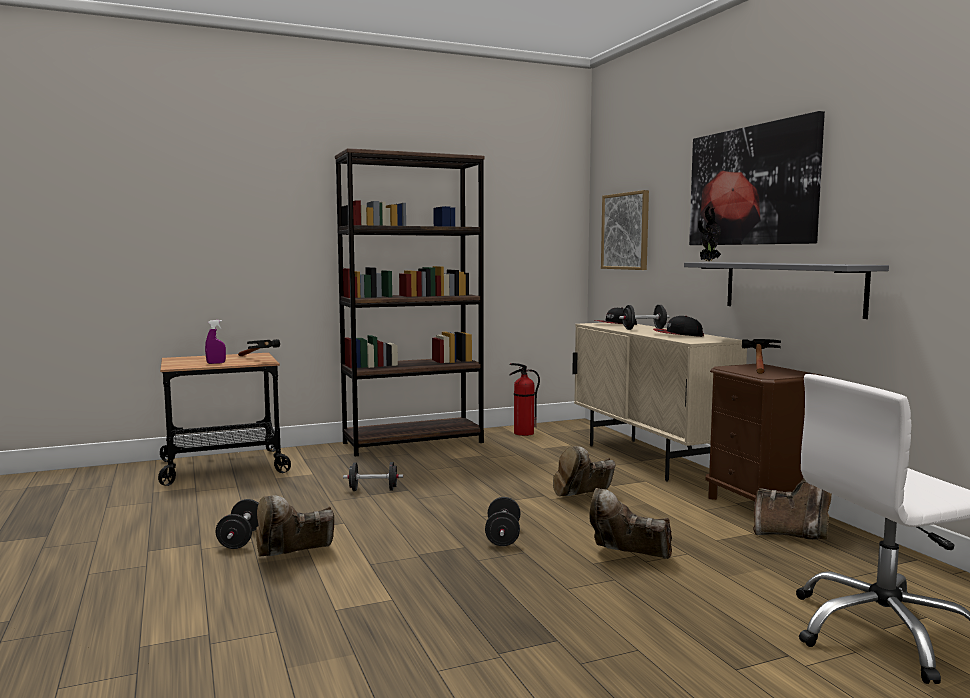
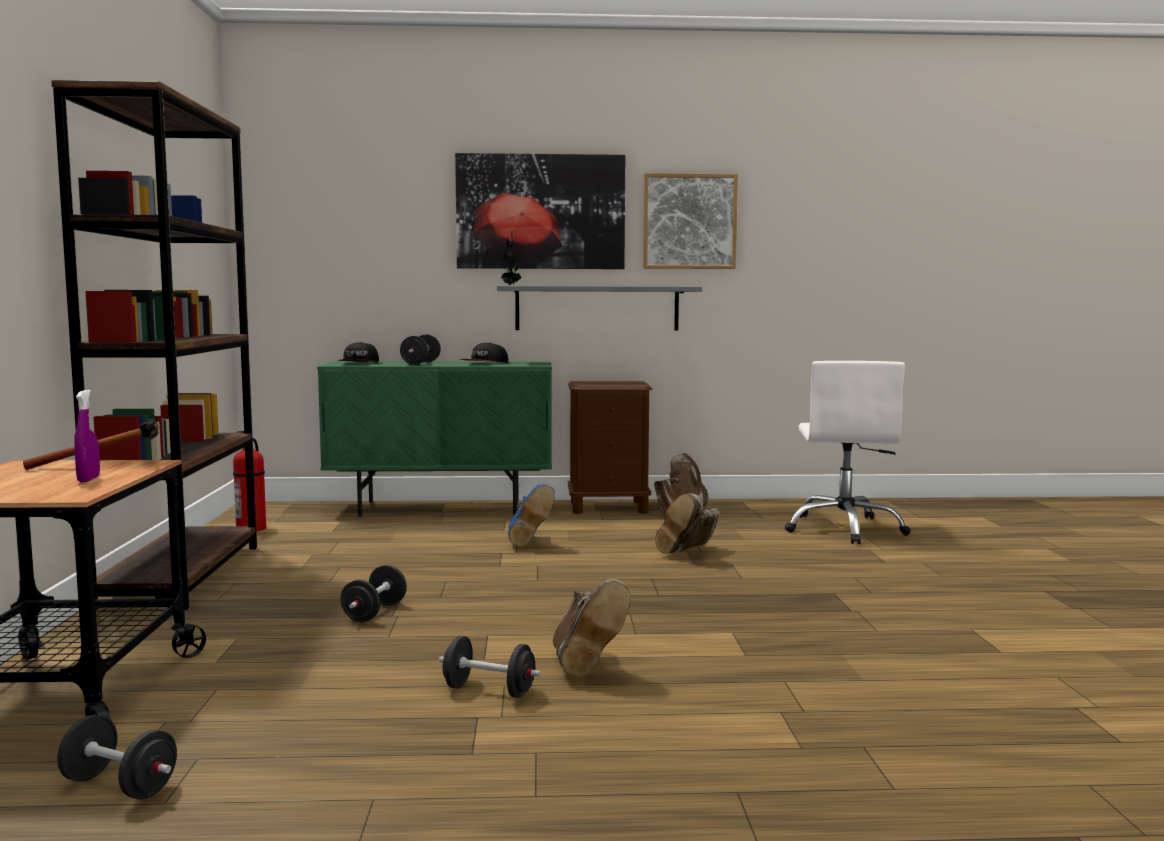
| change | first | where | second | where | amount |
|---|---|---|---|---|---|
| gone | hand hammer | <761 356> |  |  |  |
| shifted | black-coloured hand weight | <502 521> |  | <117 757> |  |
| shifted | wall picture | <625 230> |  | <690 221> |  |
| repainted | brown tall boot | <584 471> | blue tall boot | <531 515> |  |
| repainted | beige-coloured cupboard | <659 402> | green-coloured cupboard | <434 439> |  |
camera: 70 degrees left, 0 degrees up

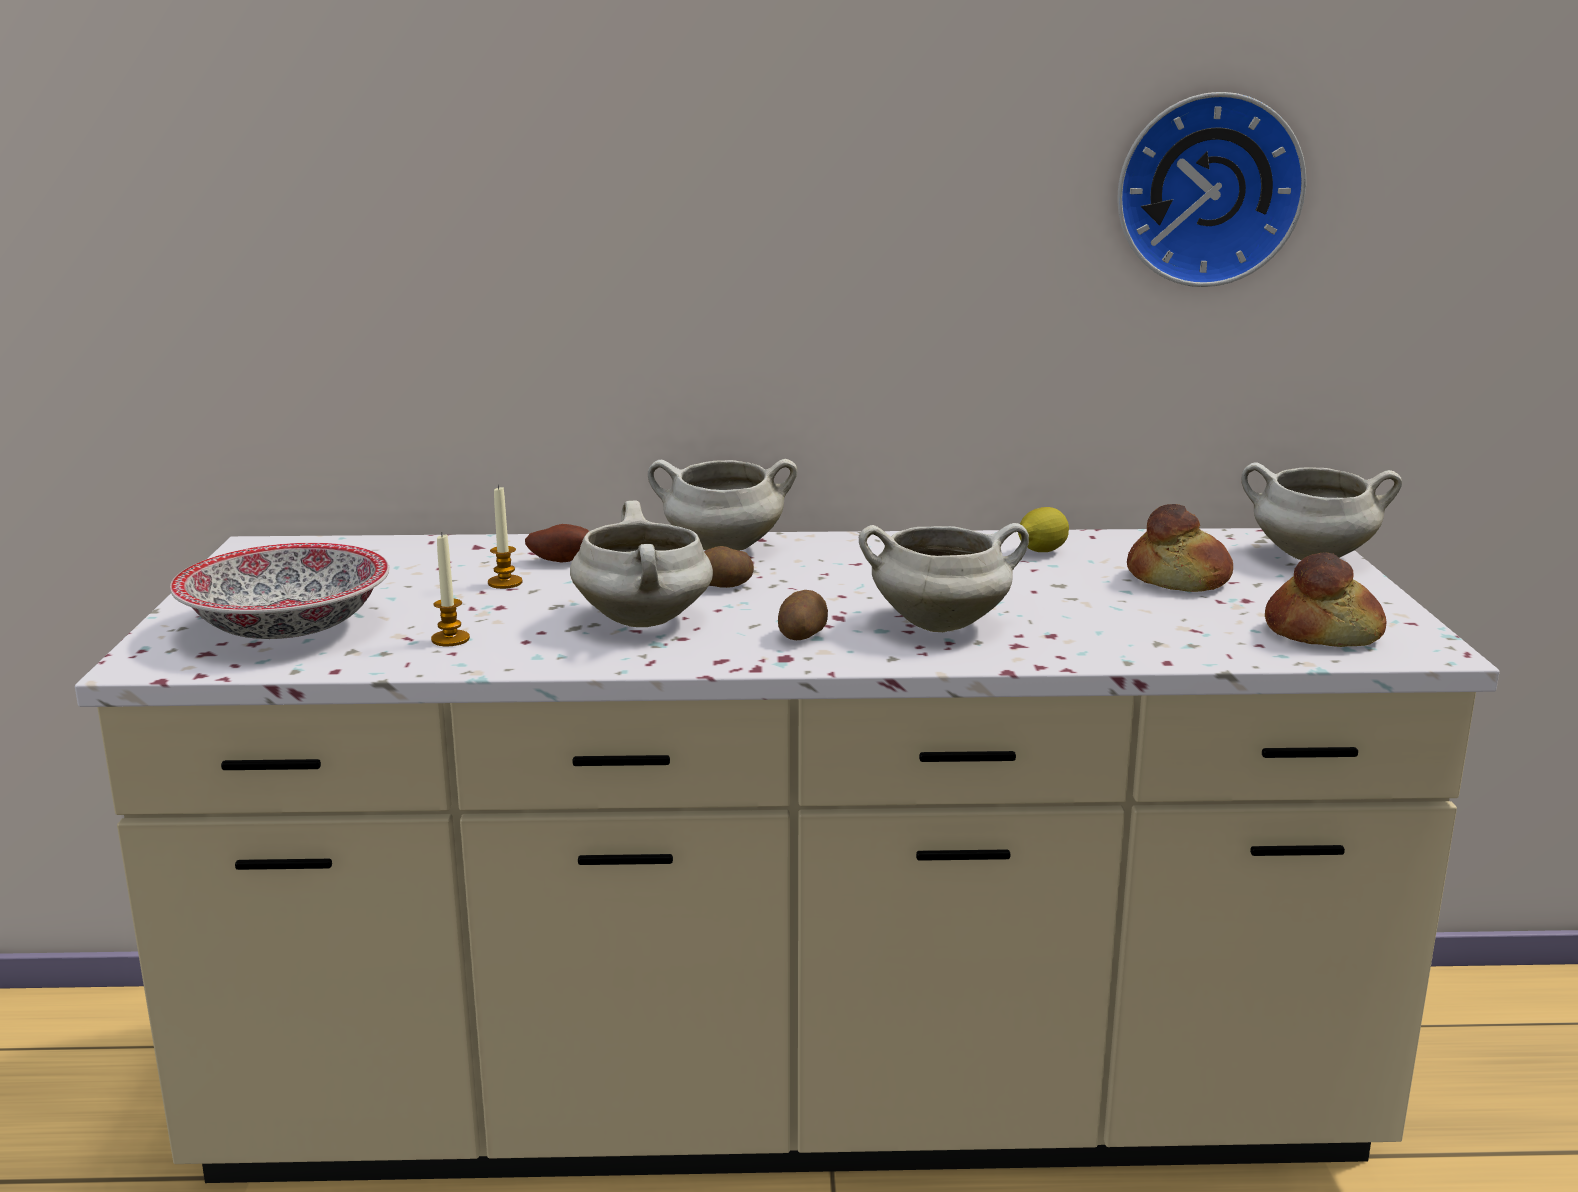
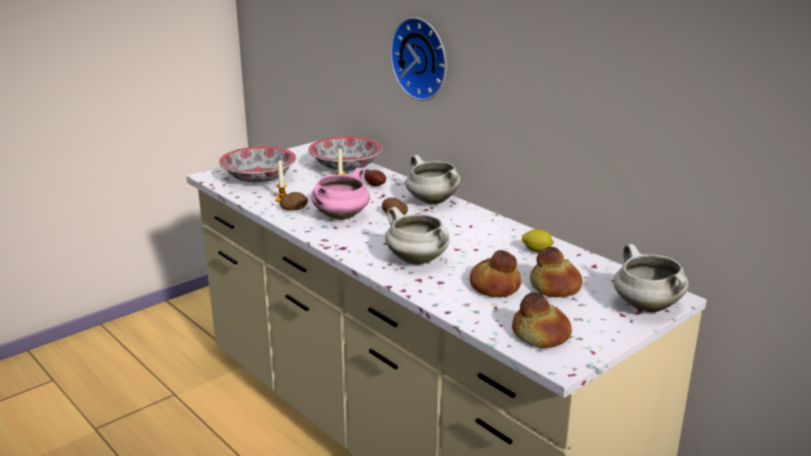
| change | first | where | second | where | amount |
|---|---|---|---|---|---|
| new |  |  | bowl | <345 153> |  |
| new |  |  | bread | <495 273> |  |
| shifted | whole potato | <803 615> |  | <294 201> |  |
| shifted | hanging clock | <1211 189> |  | <418 59> |  |
| repainted | white-coloured stockpot | <641 563> | pink-coloured stockpot | <340 194> |  |
camera: 50 degrees right, 5 degrees up

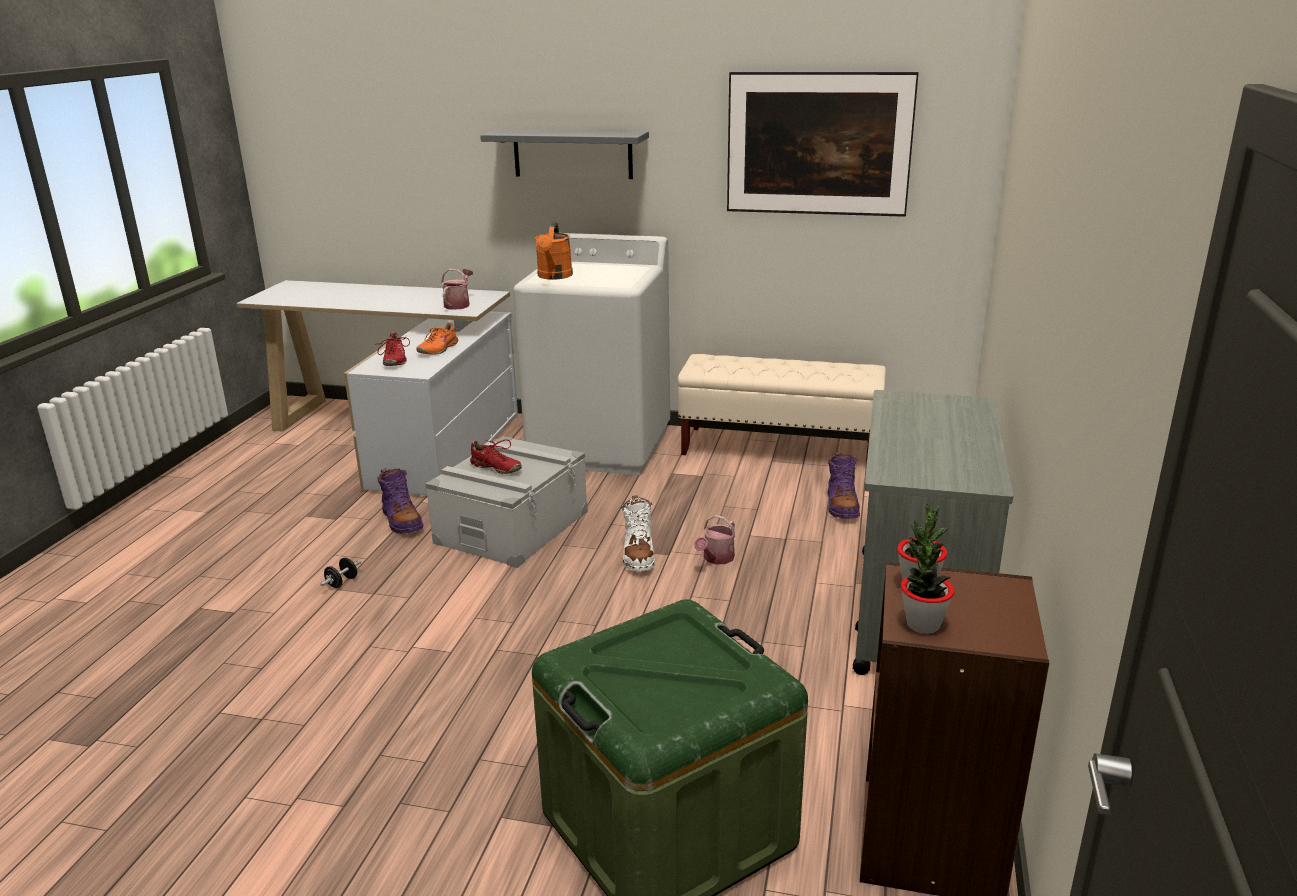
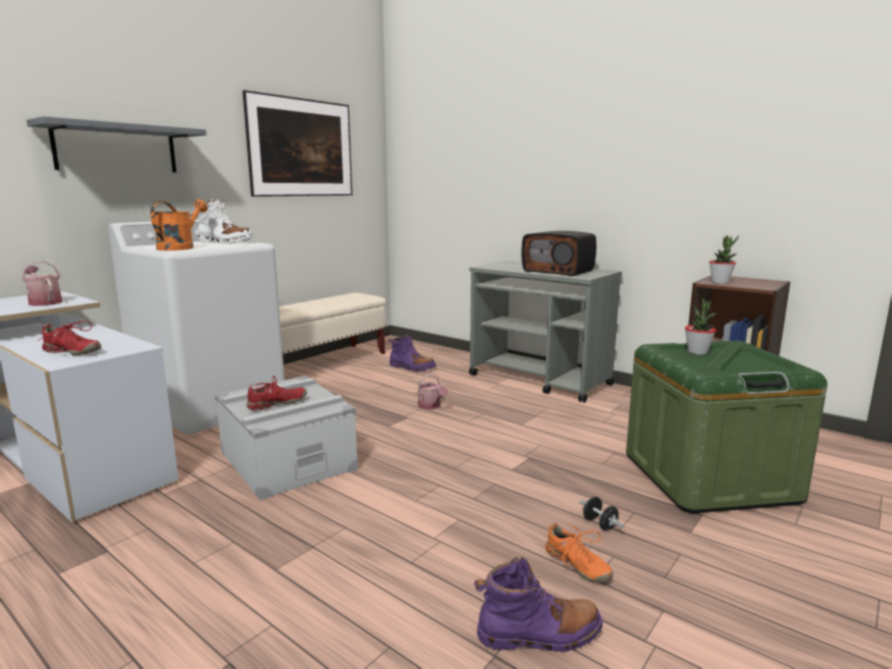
| change | first | where | second | where | amount |
|---|---|---|---|---|---|
| new |  |  | radio | <559 253> |  |
| shifted | black-coloured hand weight | <340 572> |  | <602 514> |  |
| shifted | purplish tall boot | <400 501> |  | <538 604> |  |
| shifted | orange-coloured low shoe | <437 338> |  | <579 552> |  |
| shifted | white-coloured tall boot | <638 533> |  | <224 221> |  |
| shifted | plant in a pot | <928 586> |  | <700 327> |  |
| rotated | orange-coloured sprinkling can | <554 251> |  | <179 225> | 105 degrees counterclockwise |
camera: 65 degrees left, 10 degrees down

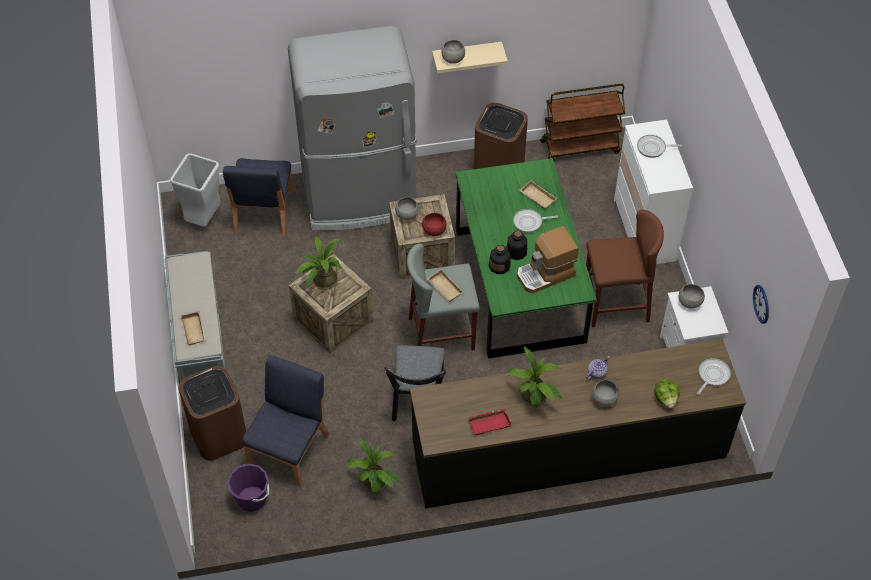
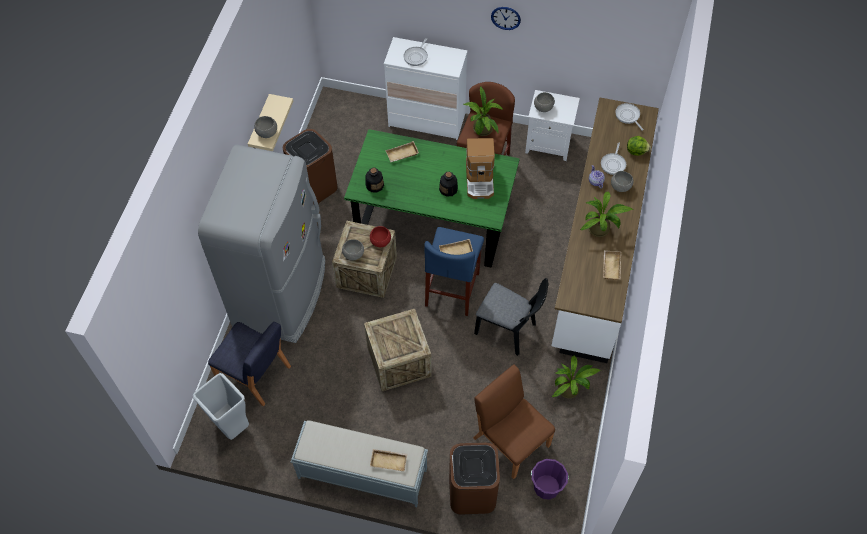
| change | first | where | second | where | amount |
|---|---|---|---|---|---|
| gone | brown trolley | <583 122> |  |  |  |
| shifted | plant in a pot | <318 263> |  | <483 111> |  |
| shifted | beverage bottle | <500 259> |  | <374 180> |  |
| shifted | pan | <535 221> |  | <613 159> |  |
| shifted | hanging clock | <761 304> |  | <506 18> |  |
| repainted | blue plain chair | <285 421> | brown plain chair | <514 421> |  |
| repainted | greyish sitting stool | <443 297> | blue sitting stool | <454 271> |  |
| repainted | black-coloured kitchen counter | <578 424> | white-coloured kitchen counter | <605 230> |  |
| repainted | reddish tray | <490 421> | beige-coloured tray | <612 265> |  |
camera: 65 degrees left, 5 degrees up

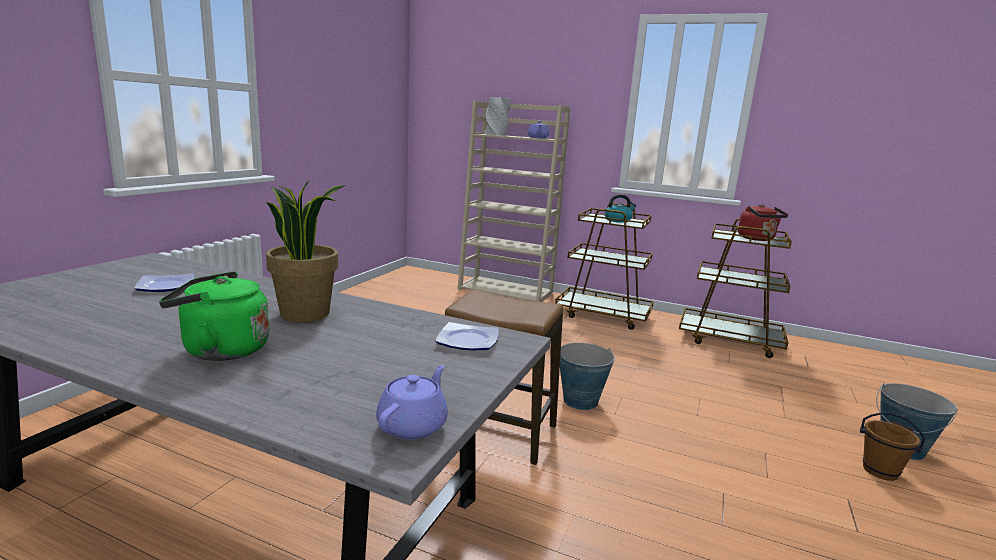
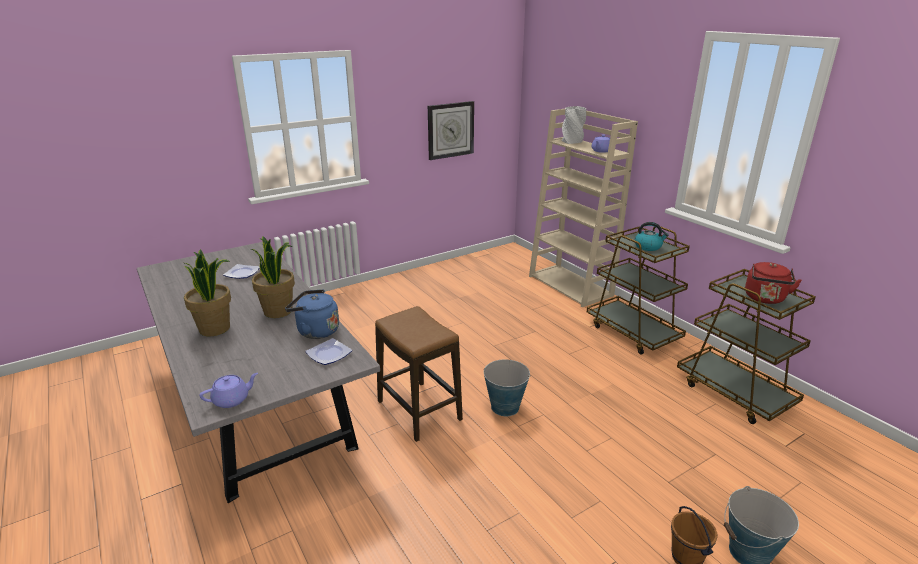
| change | first | where | second | where | amount |
|---|---|---|---|---|---|
| new |  |  | blue kettle | <312 314> |  |
| new |  |  | hanging clock | <451 130> |  |
| swapped | green-coloured kettle | <214 316> | plant in a pot | <207 292> |  |
camera: 35 degrees right, 10 degrees up

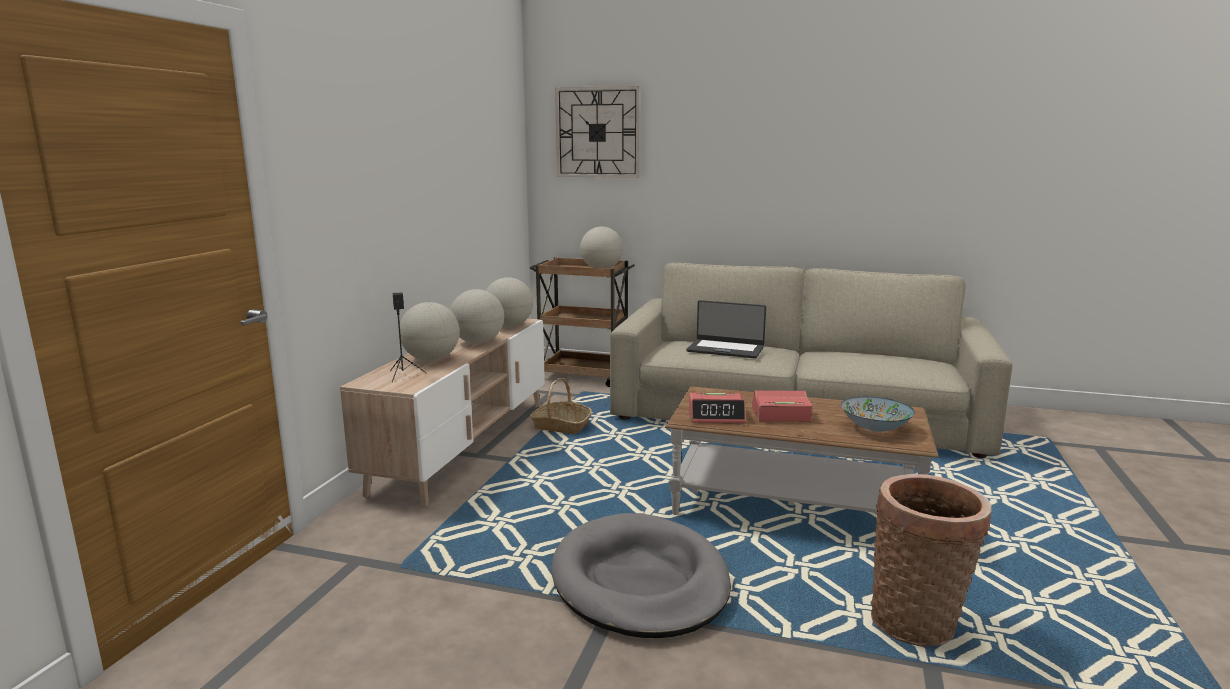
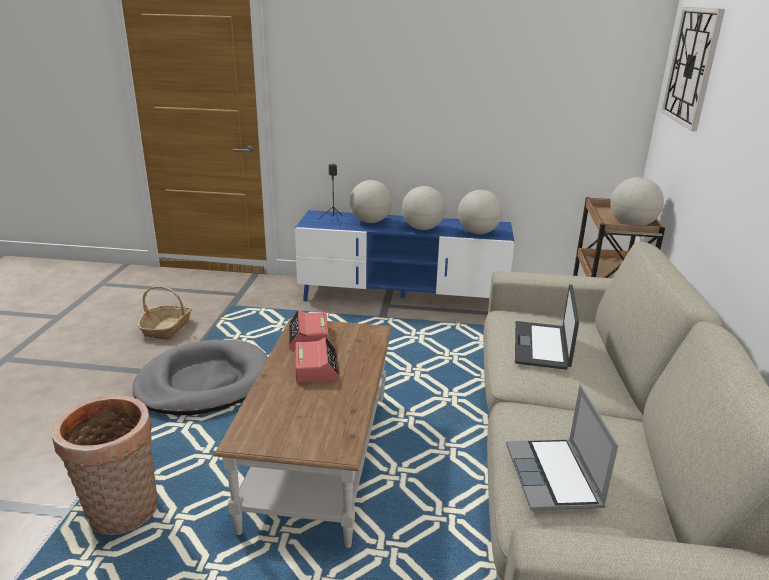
| change | first | where | second | where | amount |
|---|---|---|---|---|---|
| gone | bowl | <878 414> |  |  |  |
| new |  |  | notebook computer | <562 447> |  |
| shifted | household basket | <561 406> |  | <165 312> |  |
| repainted | beige-coloured media console | <442 413> | blue media console | <404 255> |  |
camera: 80 degrees right, 10 degrees up

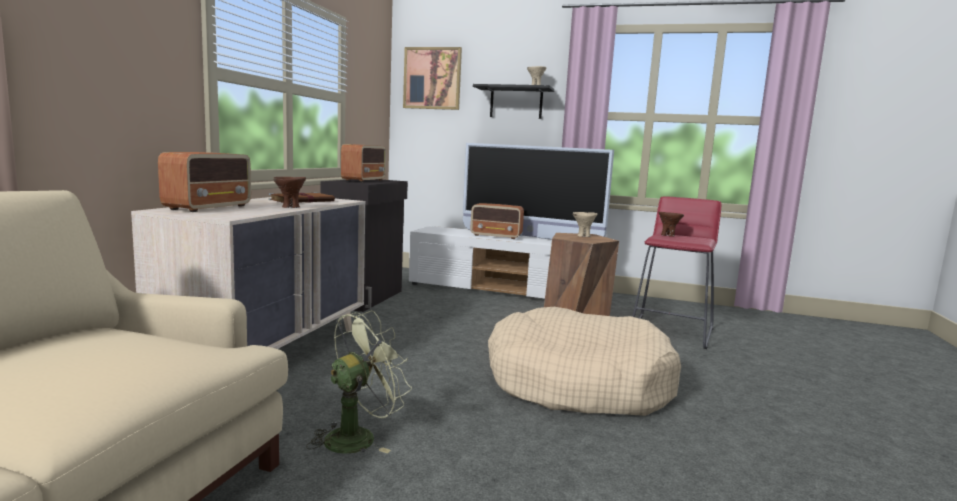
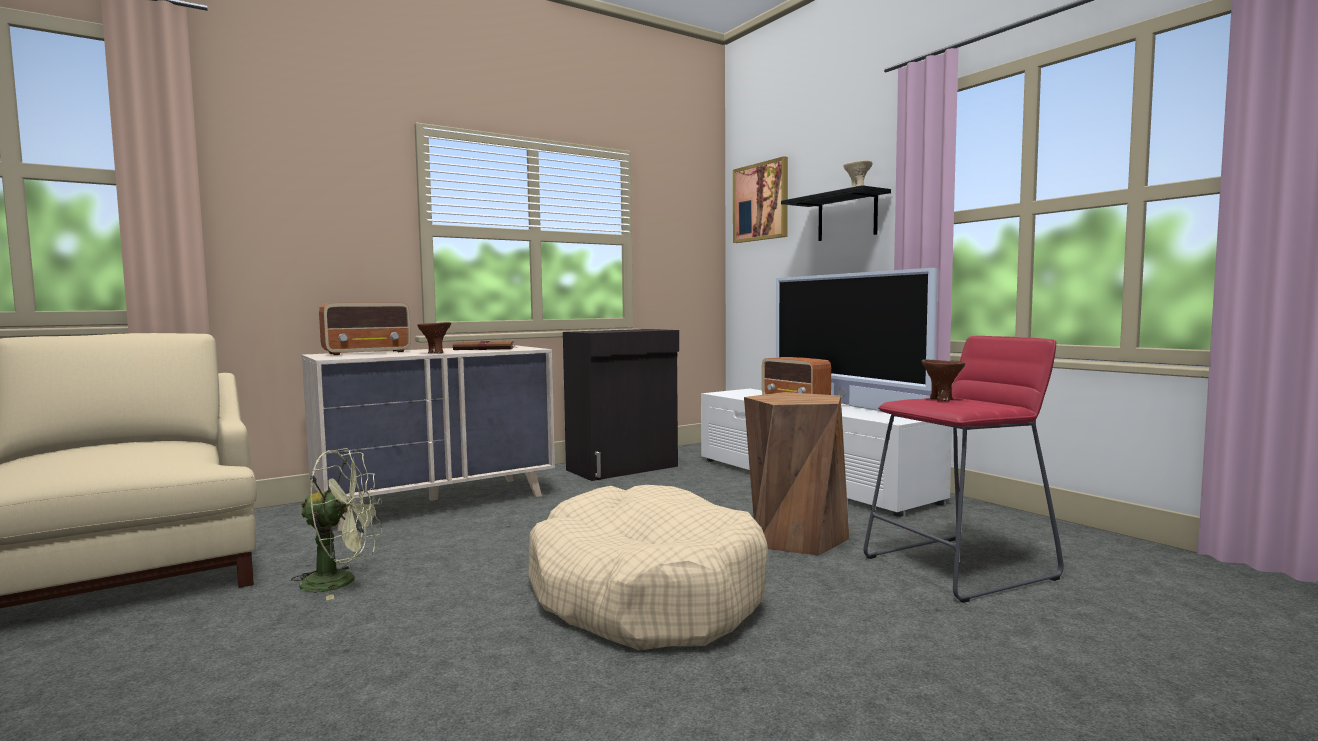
| change | first | where | second | where | amount |
|---|---|---|---|---|---|
| gone | radio | <363 163> |  |  |  |
| gone | beige-coloured bowl | <585 224> |  |  |  |
camera: 40 degrees right, 5 degrees down

